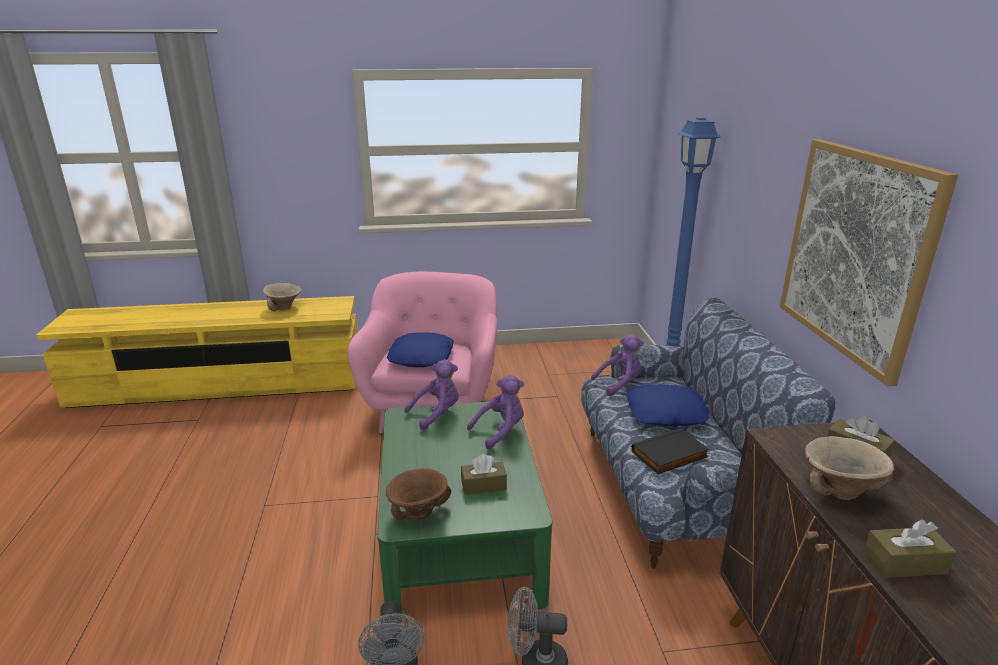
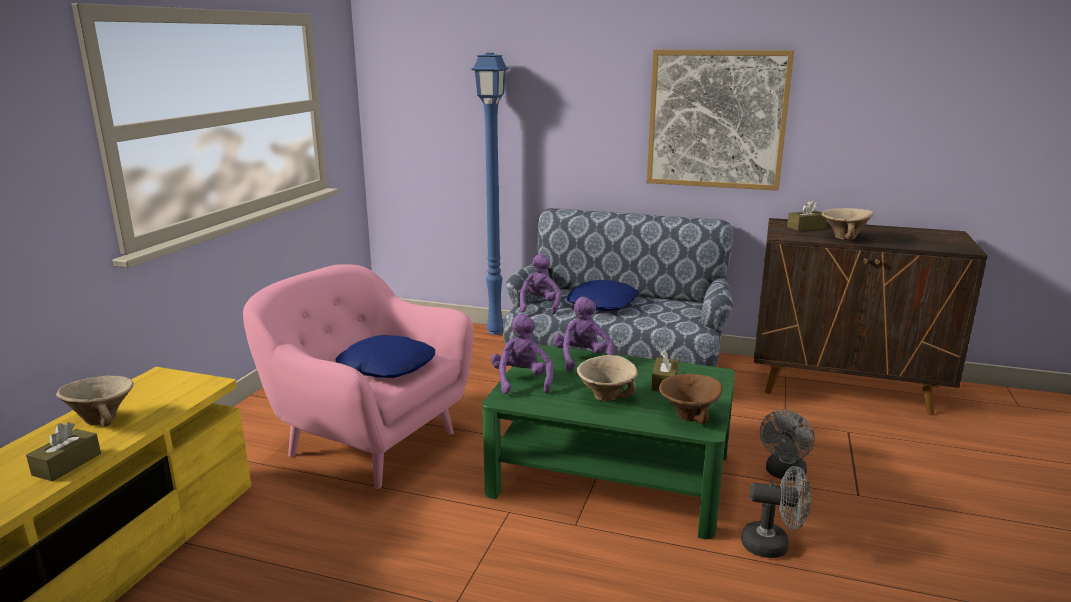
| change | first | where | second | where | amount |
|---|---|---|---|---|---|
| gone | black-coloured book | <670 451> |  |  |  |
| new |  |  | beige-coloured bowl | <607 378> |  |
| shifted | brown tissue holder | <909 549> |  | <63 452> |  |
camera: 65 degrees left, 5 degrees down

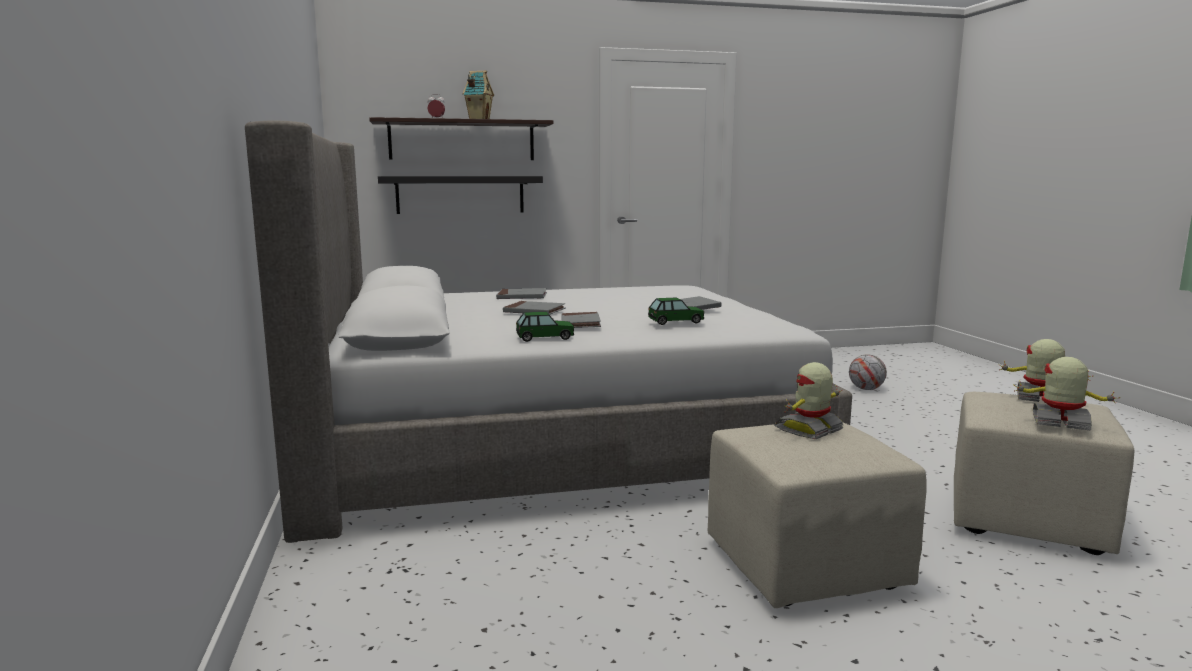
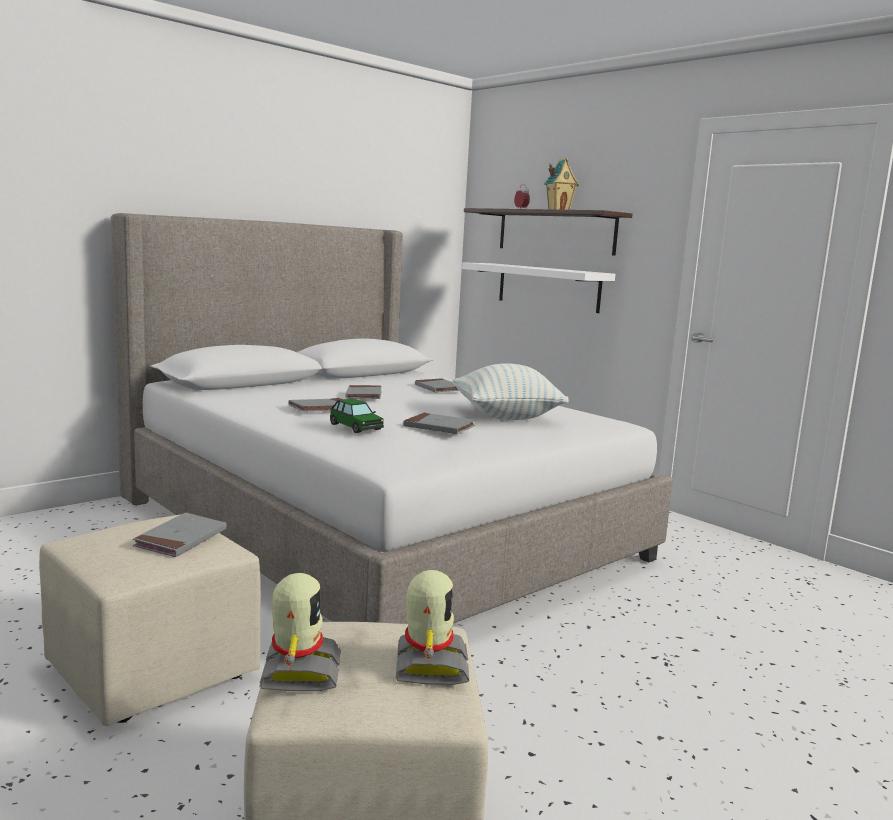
| change | first | where | second | where | amount |
|---|---|---|---|---|---|
| gone | miniature car | <545 327> |  |  |  |
| gone | football | <868 372> |  |  |  |
| new |  |  | pillow | <510 391> |  |
| swapped | toy robot | <808 400> | greyish book | <179 535> |  |
| repainted | black-coloured wall shelf | <460 195> | white-coloured wall shelf | <539 287> |  |
camera: 60 degrees right, 0 degrees up

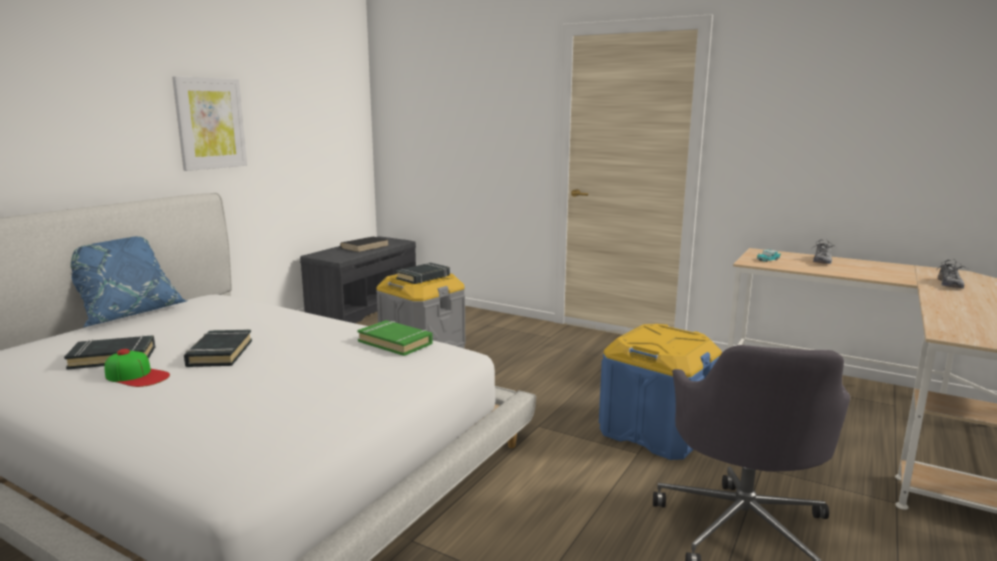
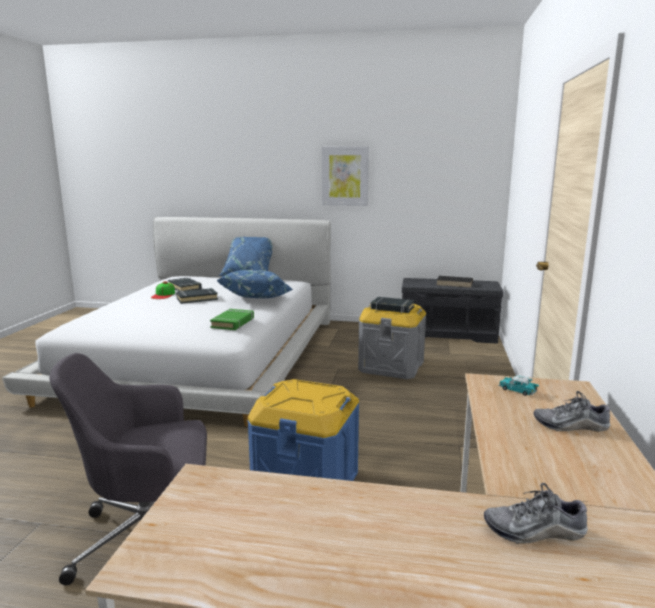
| change | first | where | second | where | amount |
|---|---|---|---|---|---|
| new |  |  | blue pillow | <254 284> |  |
camera: 70 degrees right, 0 degrees up

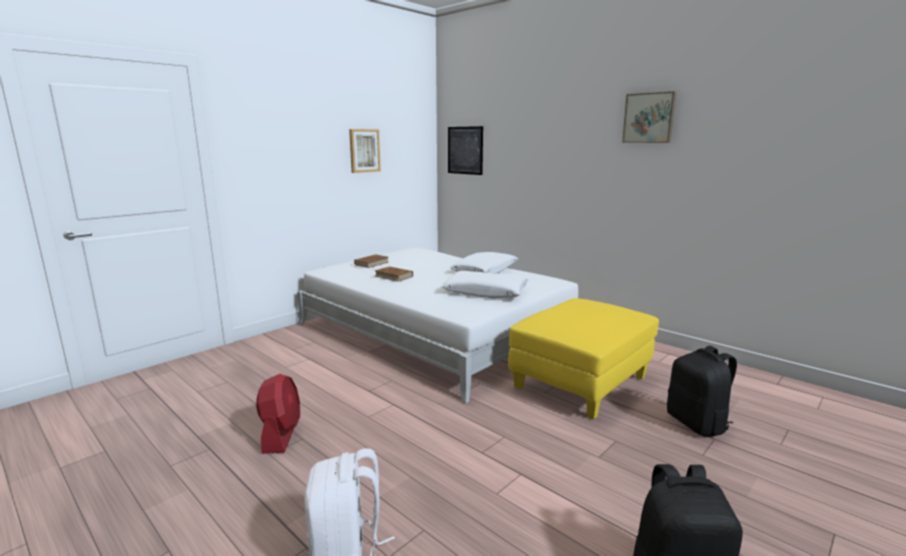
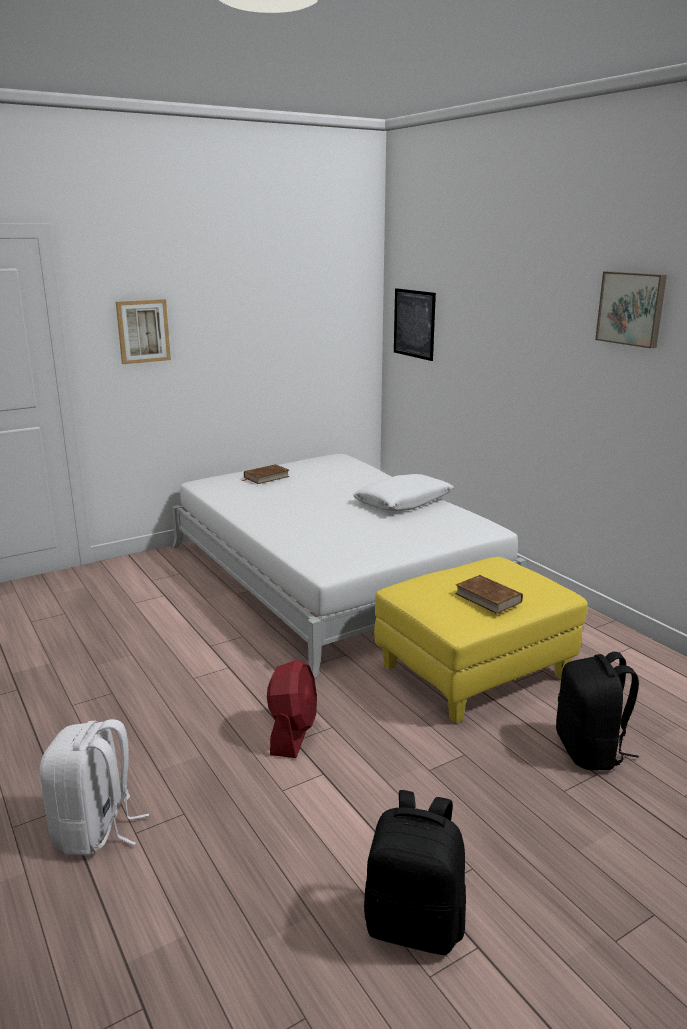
| change | first | where | second | where | amount |
|---|---|---|---|---|---|
| gone | white-coloured pillow | <485 284> |  |  |  |
| shifted | reddish fan | <278 414> |  | <292 709> |  |
| shifted | wall picture | <365 151> |  | <143 331> |  |
| shifted | brown book | <394 274> |  | <489 594> |  |
camera: 15 degrees right, 5 degrees up

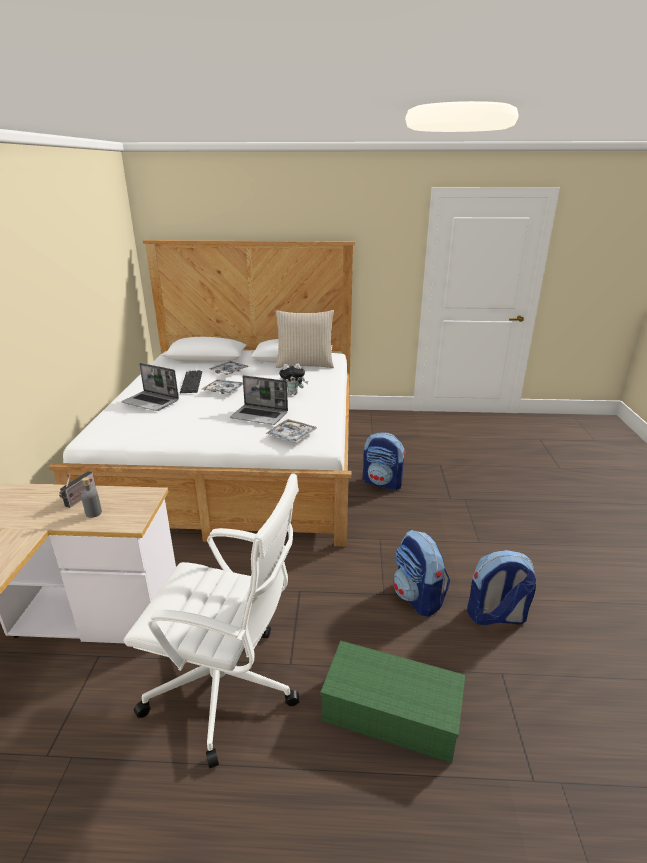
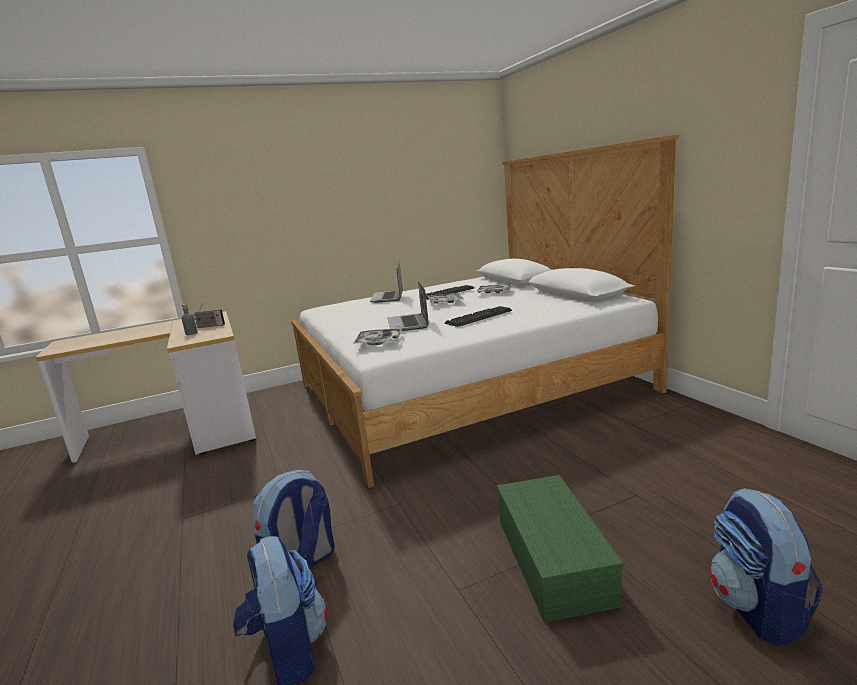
| change | first | where | second | where | amount |
|---|---|---|---|---|---|
| gone | white-coloured office chair | <211 621> |  |  |  |
| gone | beige-coloured pillow | <304 339> |  |  |  |
| shifted | green-coloured storage box | <392 701> |  | <560 549> |  |
| shifted | backpack | <384 461> |  | <766 567> |  |
| swapped | cuddly toy | <294 379> | computer keyboard | <478 316> |  |
camera: 65 degrees right, 10 degrees down

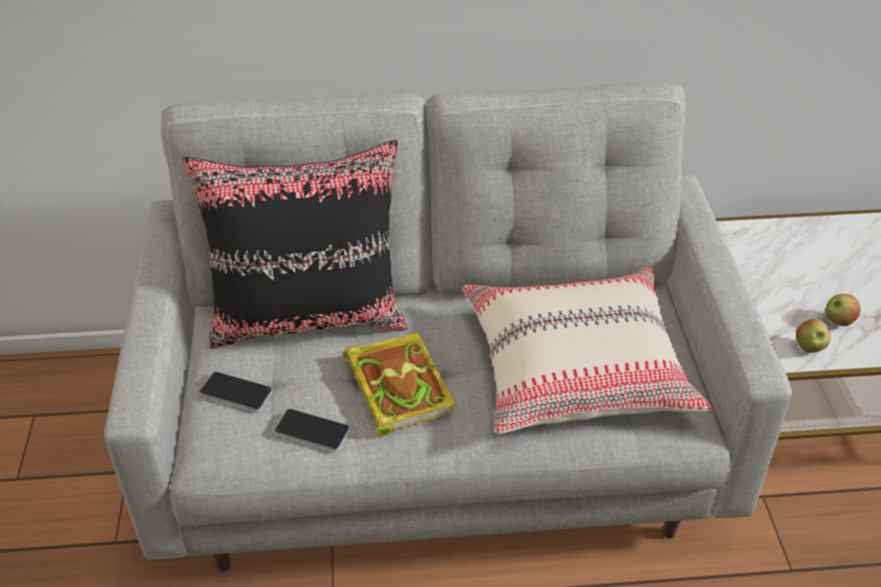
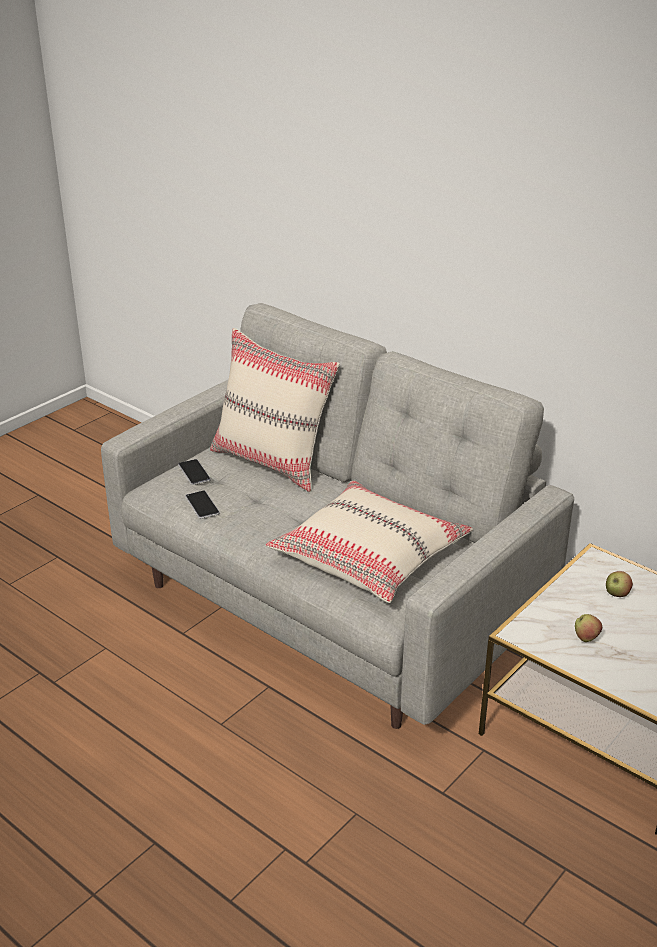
| change | first | where | second | where | amount |
|---|---|---|---|---|---|
| gone | book | <399 384> |  |  |  |
| shifted | whole apple | <813 336> |  | <619 584> |  |
| repainted | black-coloured pillow | <295 244> | beige-coloured pillow | <275 410> |  |
camera: 45 degrees right, 10 degrees down

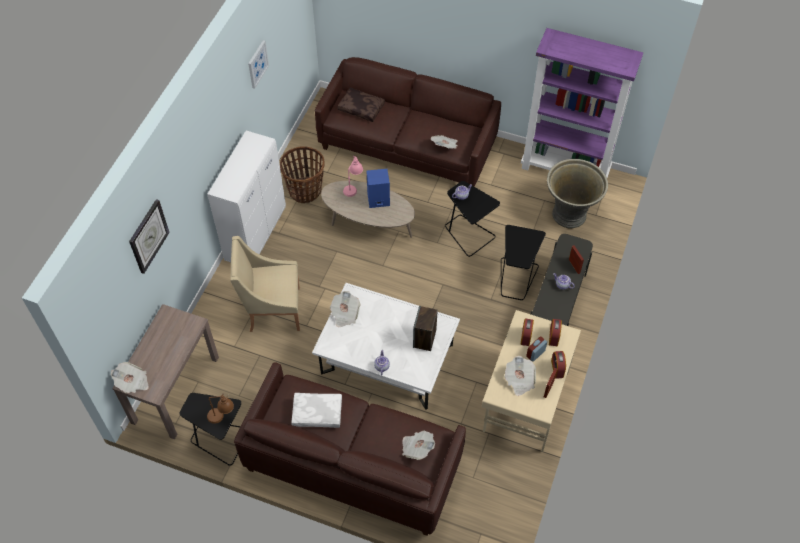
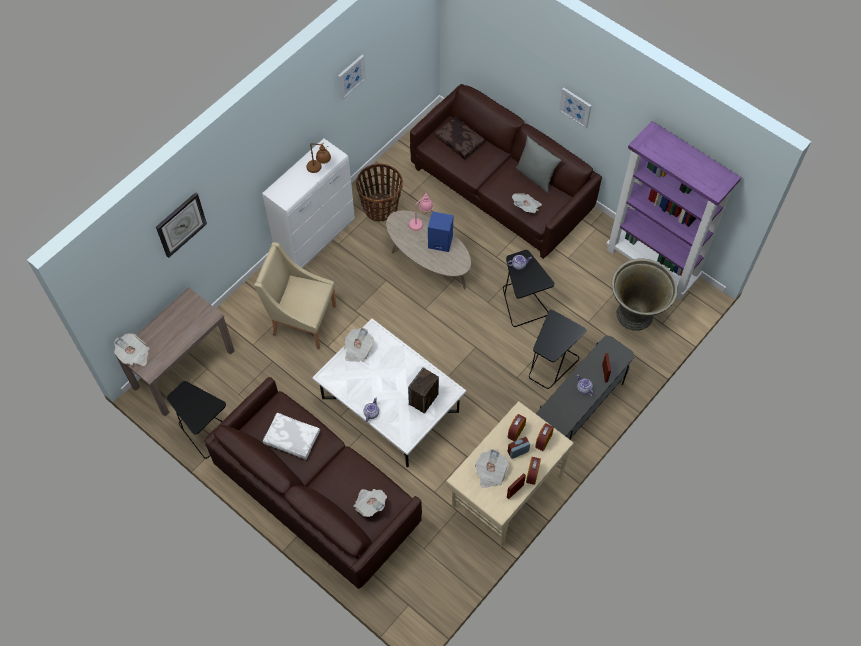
| change | first | where | second | where | amount |
|---|---|---|---|---|---|
| new |  |  | greyish pillow | <538 164> |  |
| new |  |  | wall picture | <575 108> |  |
| shifted | brown tabletop lamp | <220 409> |  | <318 158> |  |
camera: 20 degrees right, 5 degrees up

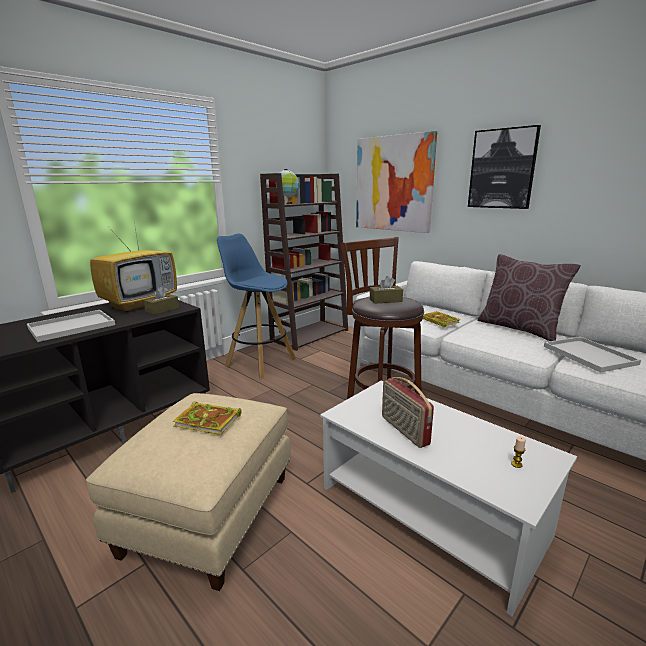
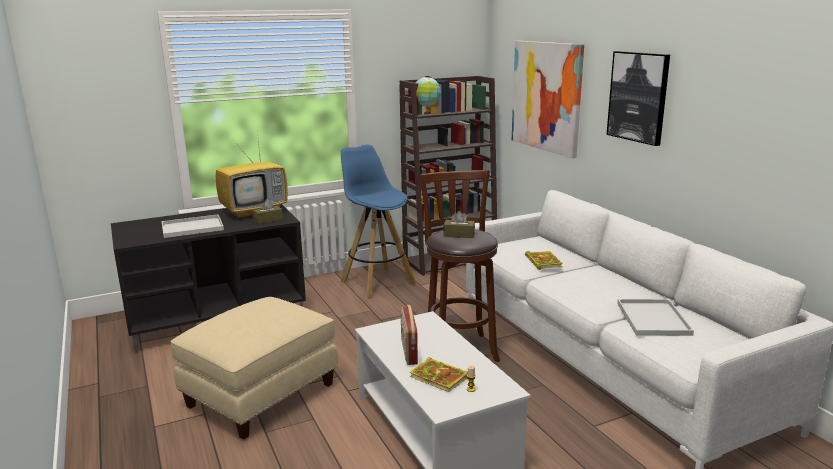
| change | first | where | second | where | amount |
|---|---|---|---|---|---|
| gone | brown pillow | <529 297> |  |  |  |
| shifted | book | <207 418> |  | <439 374> |  |
camera: 20 degrees right, 0 degrees up

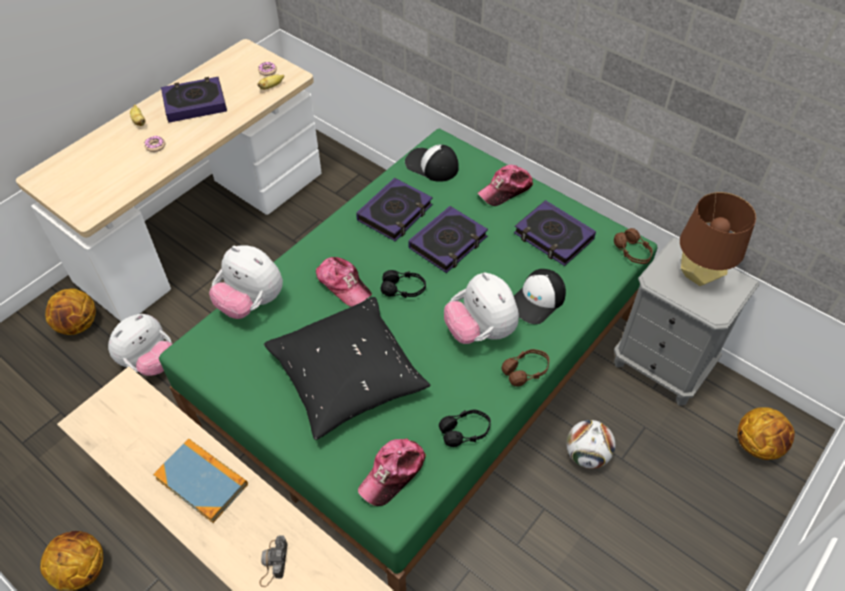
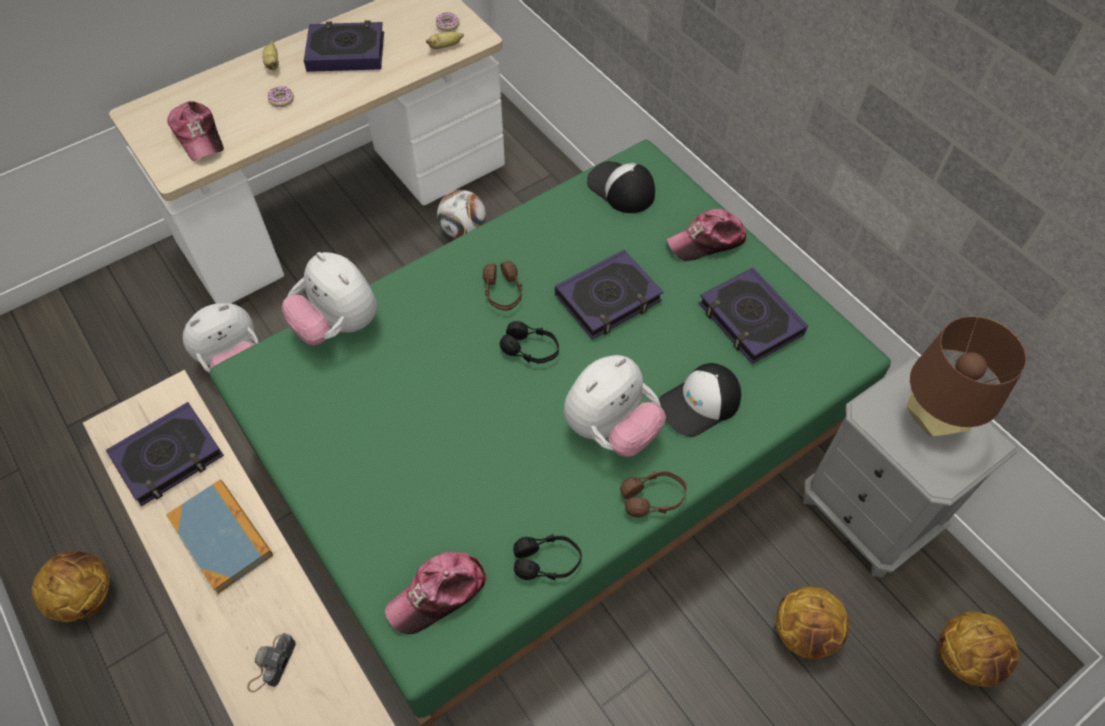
| change | first | where | second | where | amount |
|---|---|---|---|---|---|
| gone | black-coloured pillow | <347 368> |  |  |  |
| shifted | basketball | <70 311> |  | <812 623> |  |
| shifted | peaked cap | <344 282> |  | <195 131> |  |
| shifted | book | <394 209> |  | <165 454> |  |
| shifted | football | <590 444> |  | <461 214> |  |
| shifted | brown headphones | <633 246> |  | <502 286> |  |
| rotated | cuddly toy | <481 308> |  | <614 406> | 120 degrees counterclockwise |
camera: 15 degrees right, 5 degrees up

